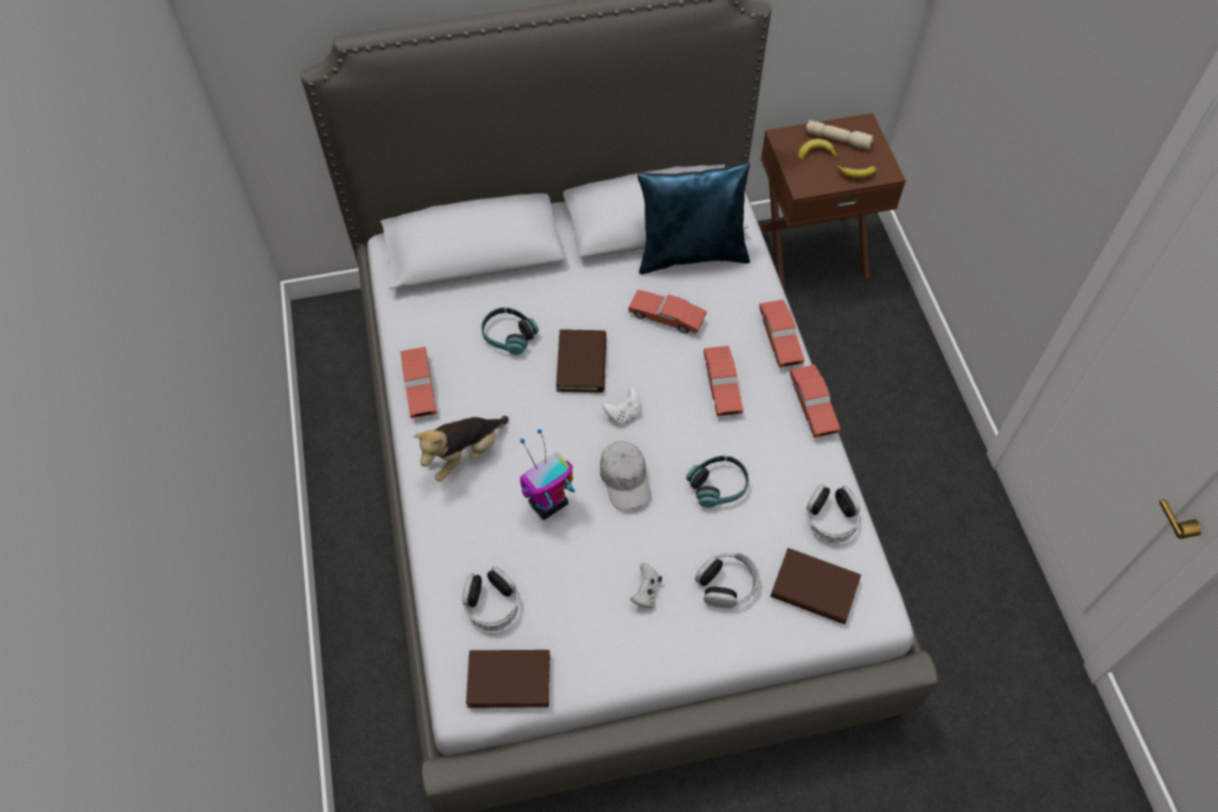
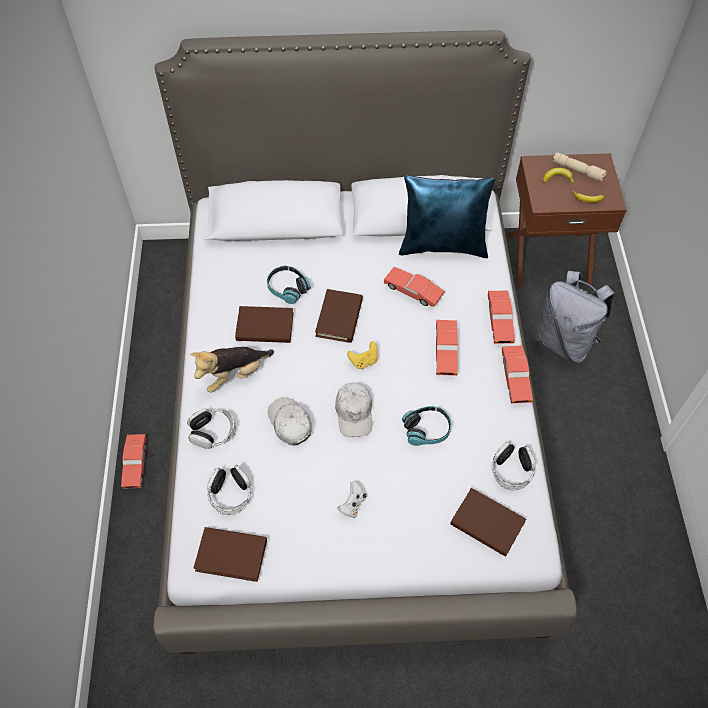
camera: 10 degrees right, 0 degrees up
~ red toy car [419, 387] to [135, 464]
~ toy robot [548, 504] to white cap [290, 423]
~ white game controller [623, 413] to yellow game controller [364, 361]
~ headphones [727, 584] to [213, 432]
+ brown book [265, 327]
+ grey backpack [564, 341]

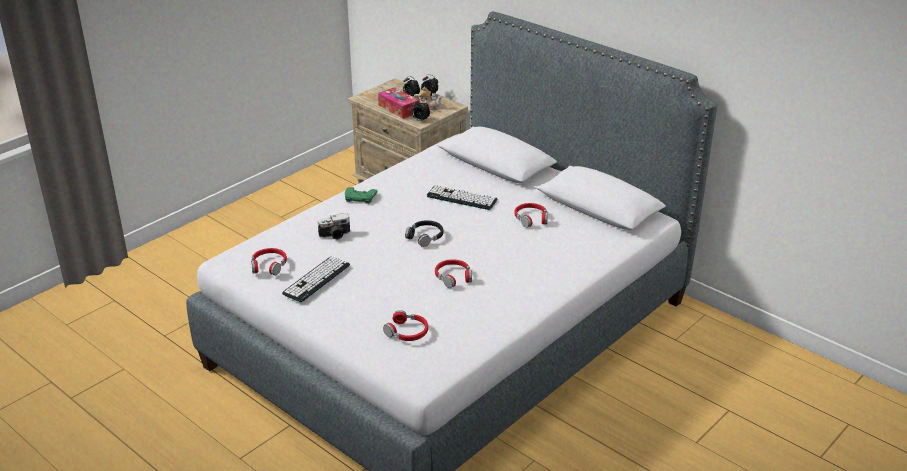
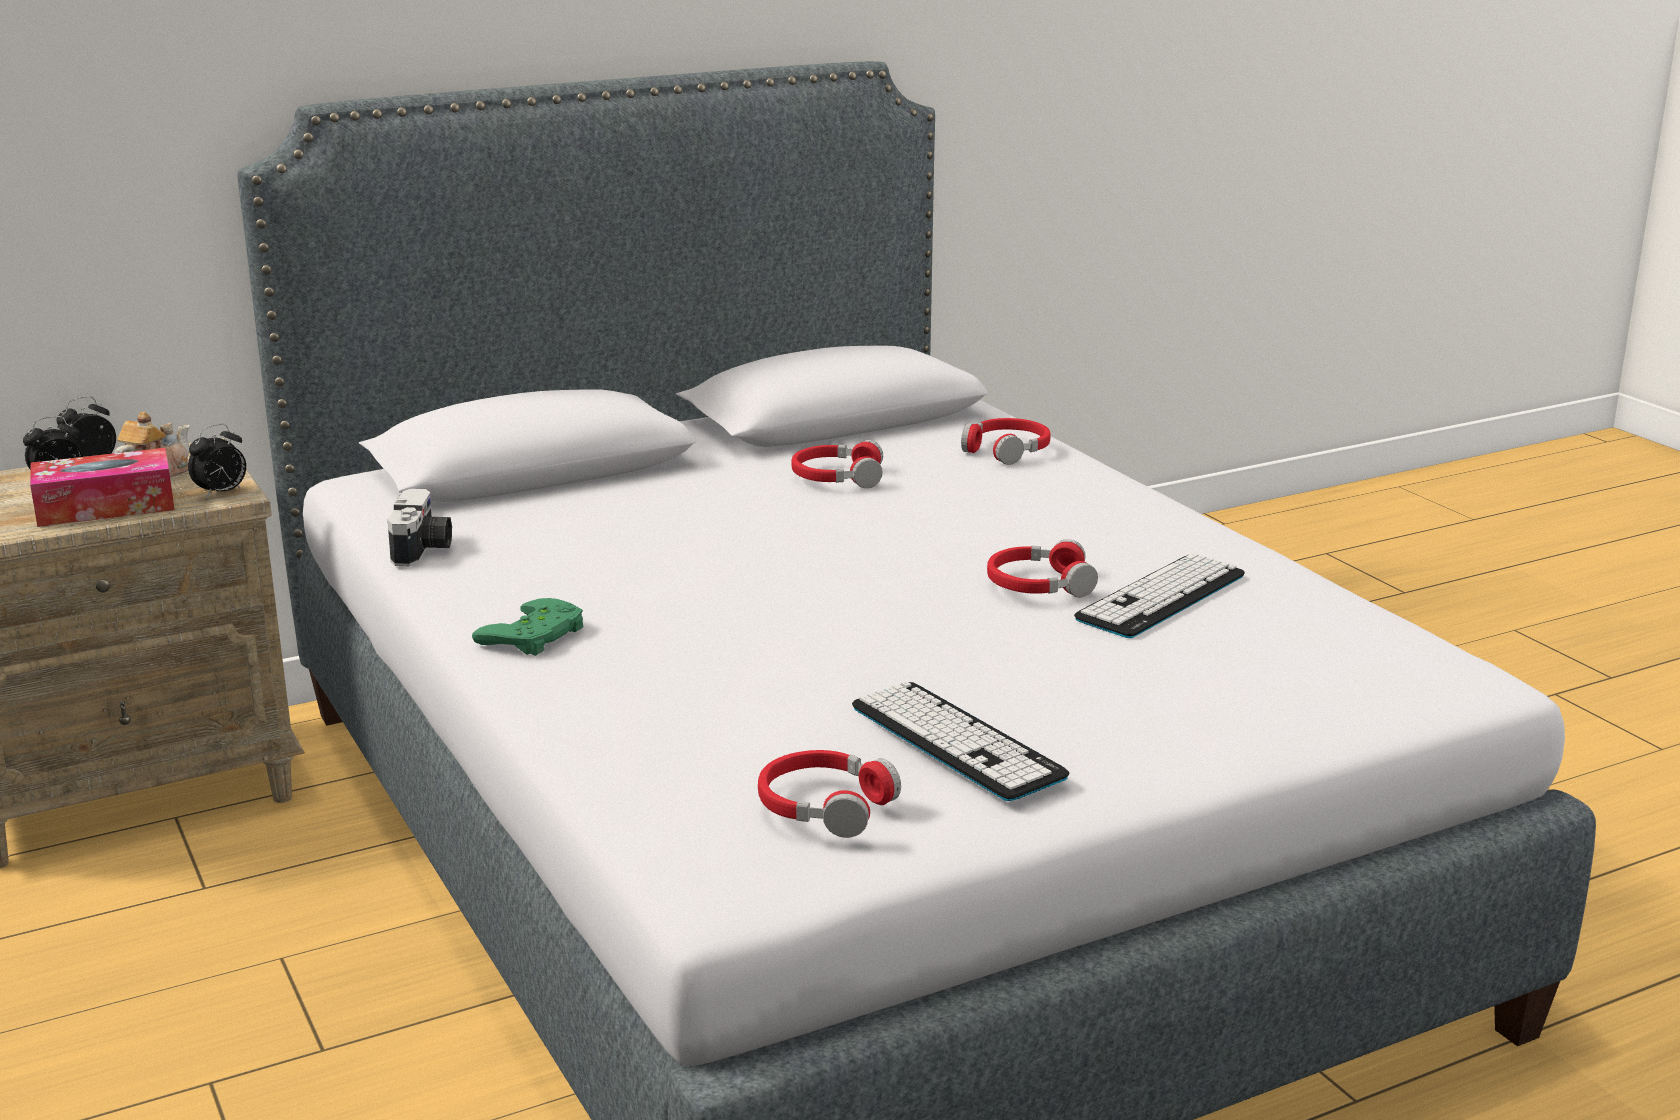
camera: 70 degrees left, 10 degrees down
~ photo camera [335, 235] to [424, 550]
~ red headphones [407, 332] to [1007, 450]
- black headphones [425, 237]
~ keyboard [461, 198] to [1161, 597]

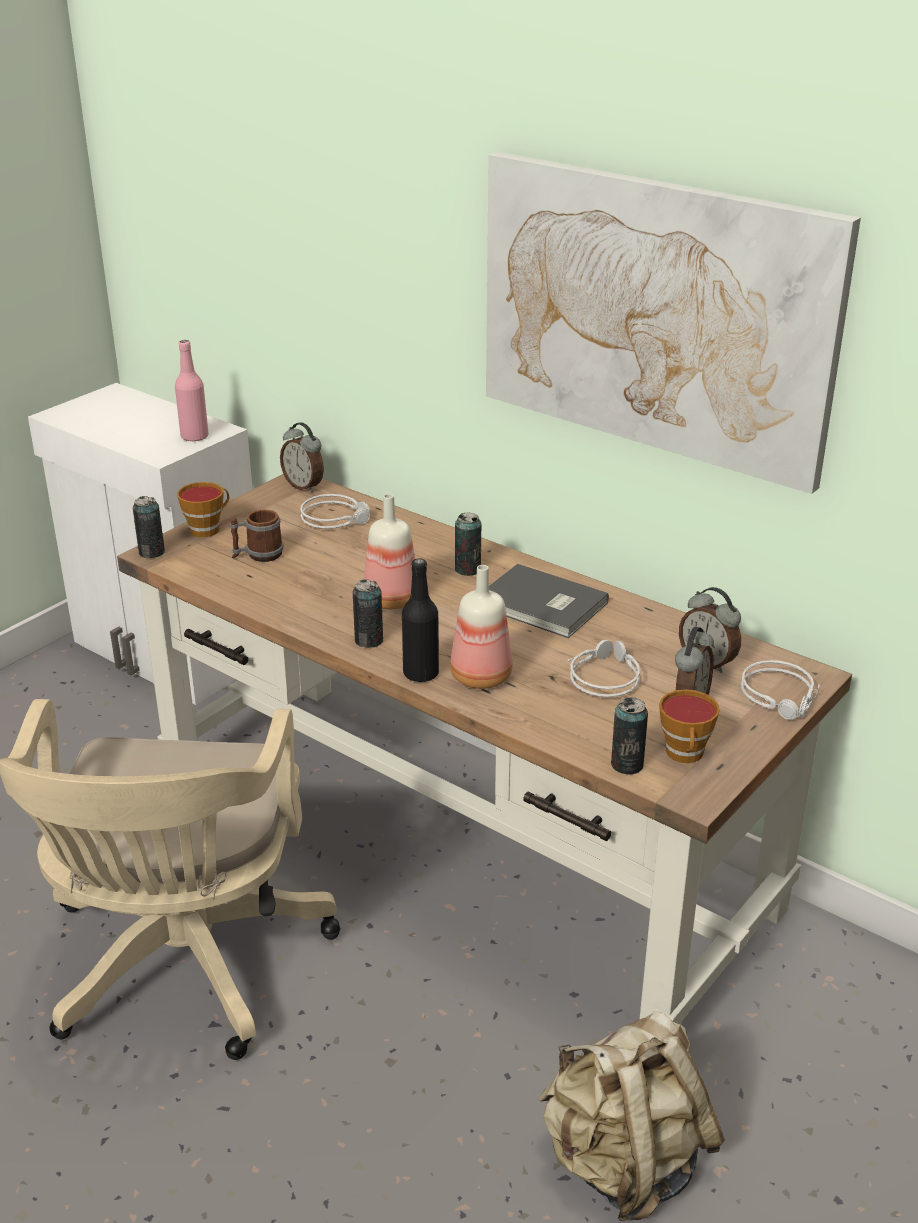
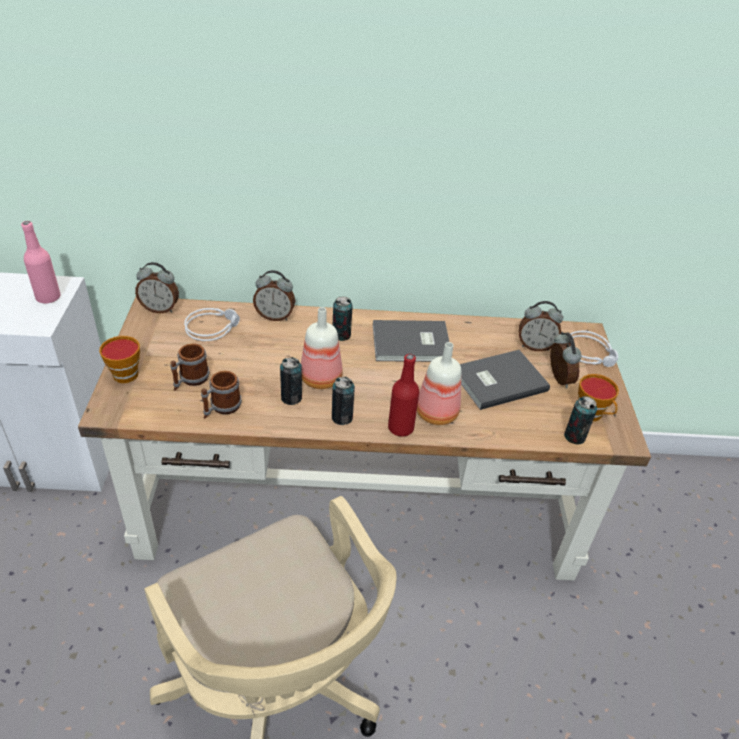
camera: 40 degrees left, 10 degrees up
~ can [152, 552] to [291, 398]
~ black bottle [421, 673] to red bottle [400, 428]
- picture [654, 315]
- beige backpack [624, 1162]
~ grey headphones [603, 676] to grey book [497, 380]
+ mug [221, 408]
+ alarm clock [275, 316]

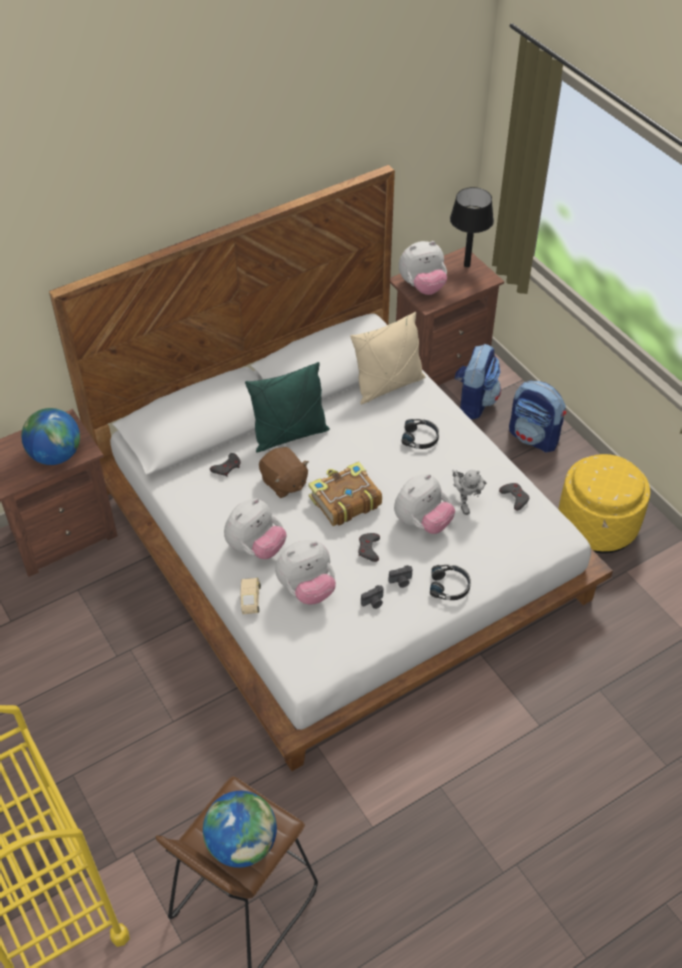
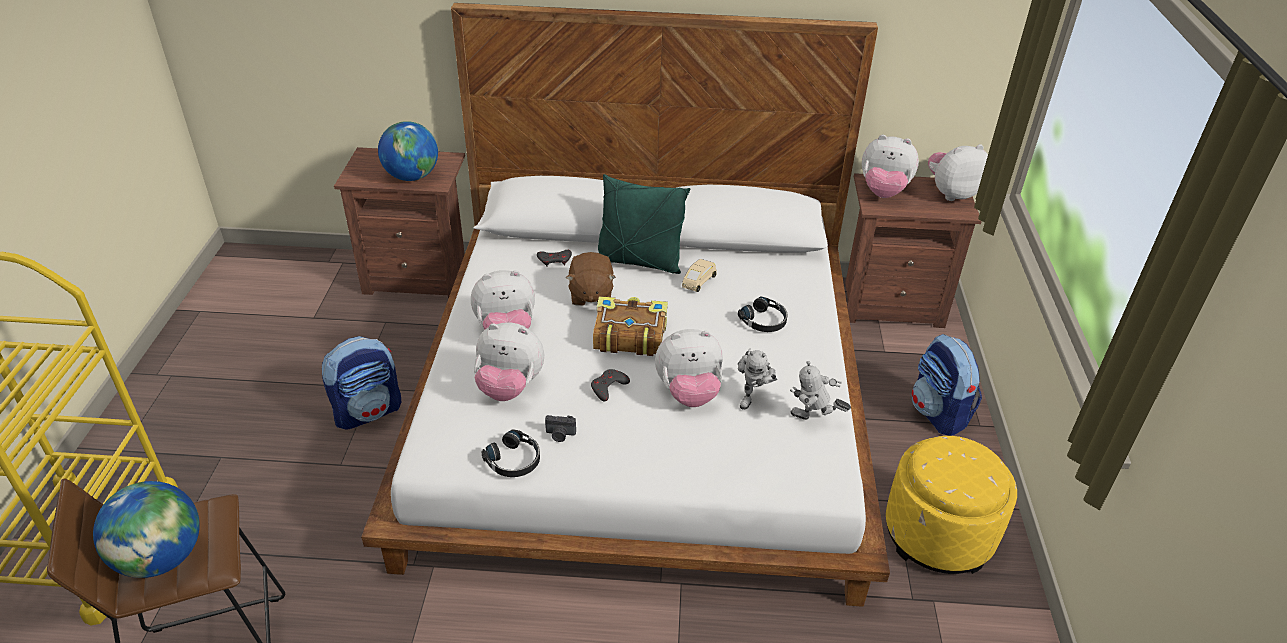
camera: 35 degrees right, 10 degrees down
~ beige toy car [250, 600] to [698, 282]
- beige pillow [388, 385]
- photo camera [401, 581]
~ black headphones [450, 586] to [514, 461]
~ black table lamp [467, 265] to plush toy [951, 193]
~ backpack [474, 402] to [368, 411]
~ grey game controller [514, 497] to toy robot [813, 421]

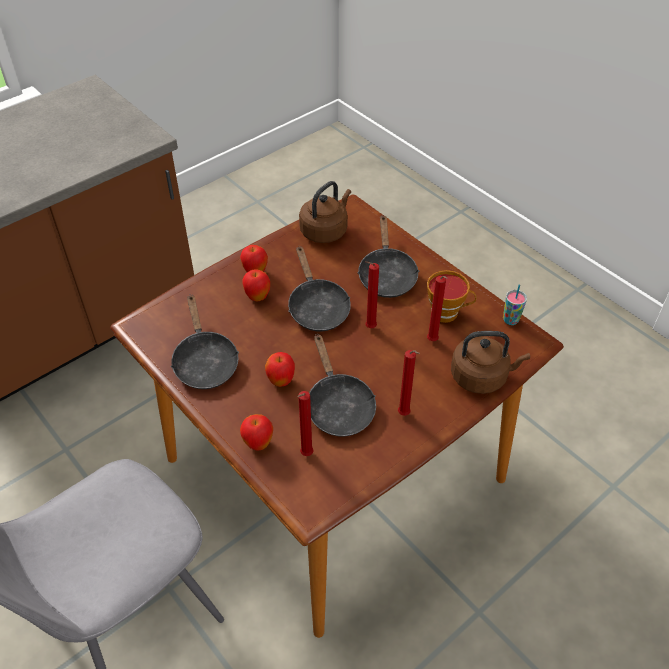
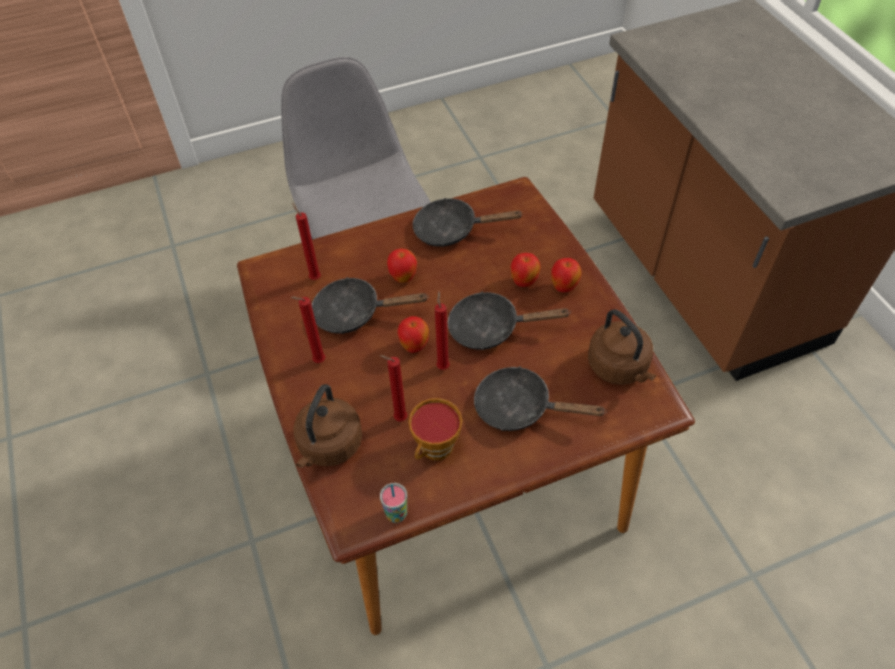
camera: 110 degrees right, 5 degrees up
~ apple [258, 444] to [414, 346]

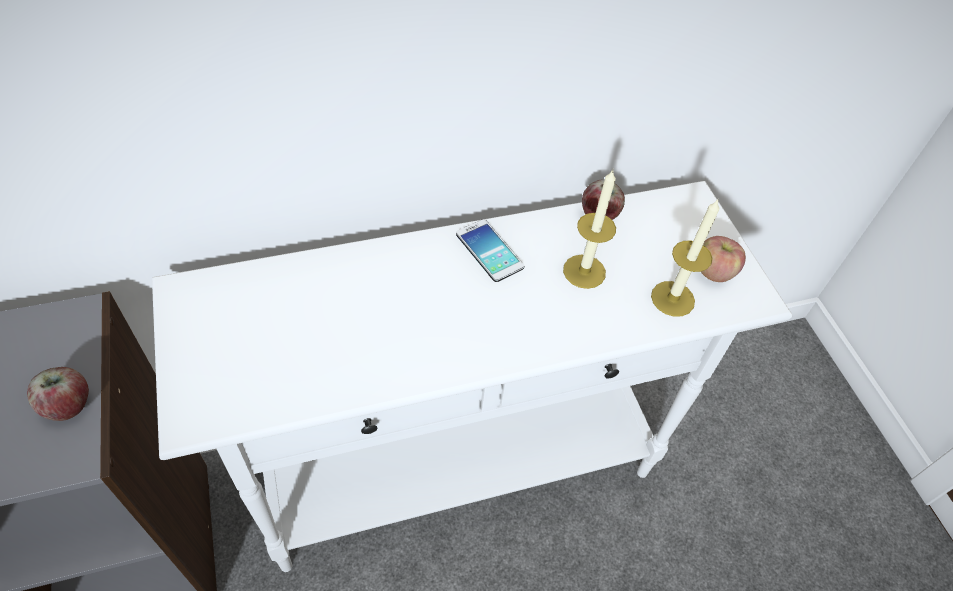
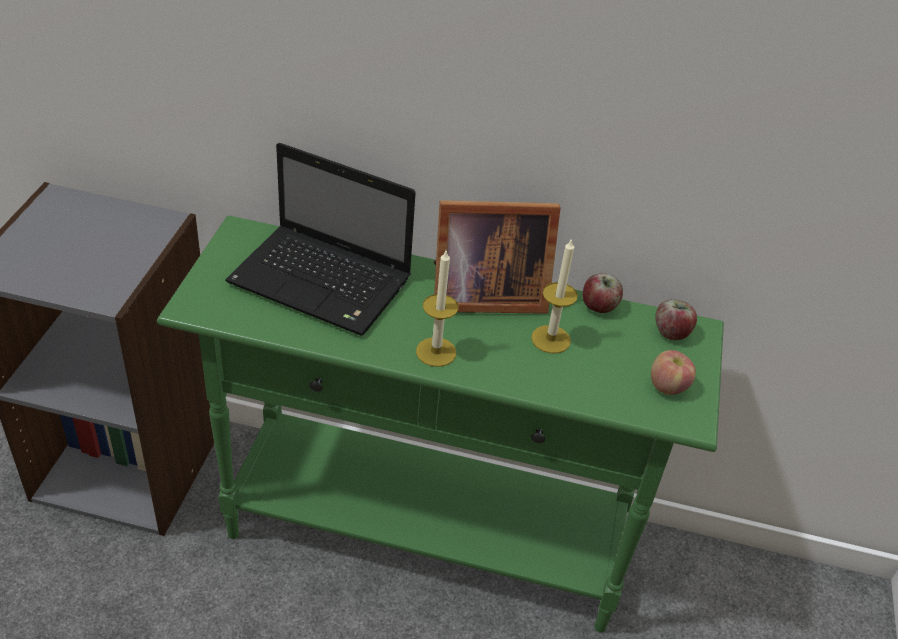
camera: 30 degrees right, 10 degrees down
~ apple [68, 405] to [671, 332]
~ white console table [460, 466] to green console table [428, 535]
~ phone [489, 251] to picture frame [483, 294]
~ candle [672, 298] to [436, 352]
+ laptop [324, 282]

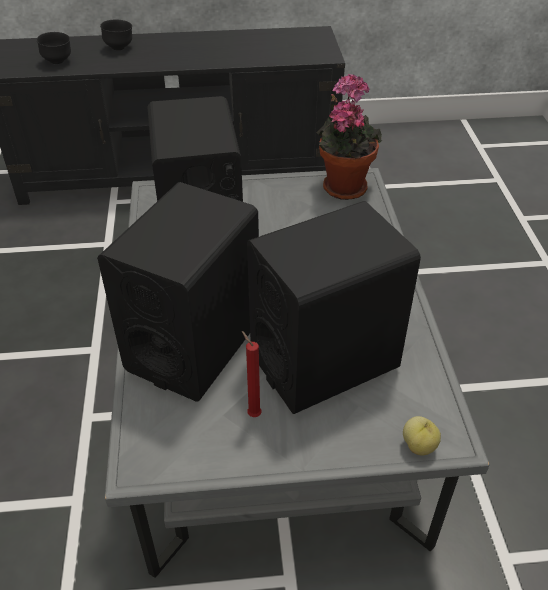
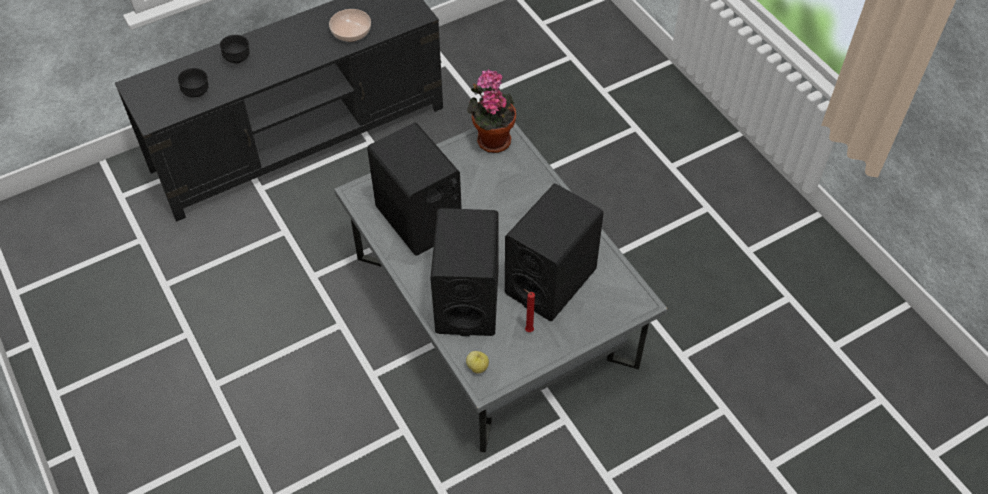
camera: 25 degrees left, 10 degrees up
~ apple [419, 445] to [477, 367]
+ bowl [350, 33]

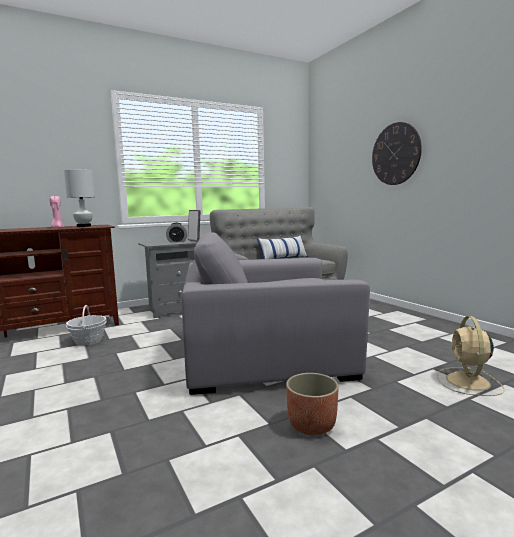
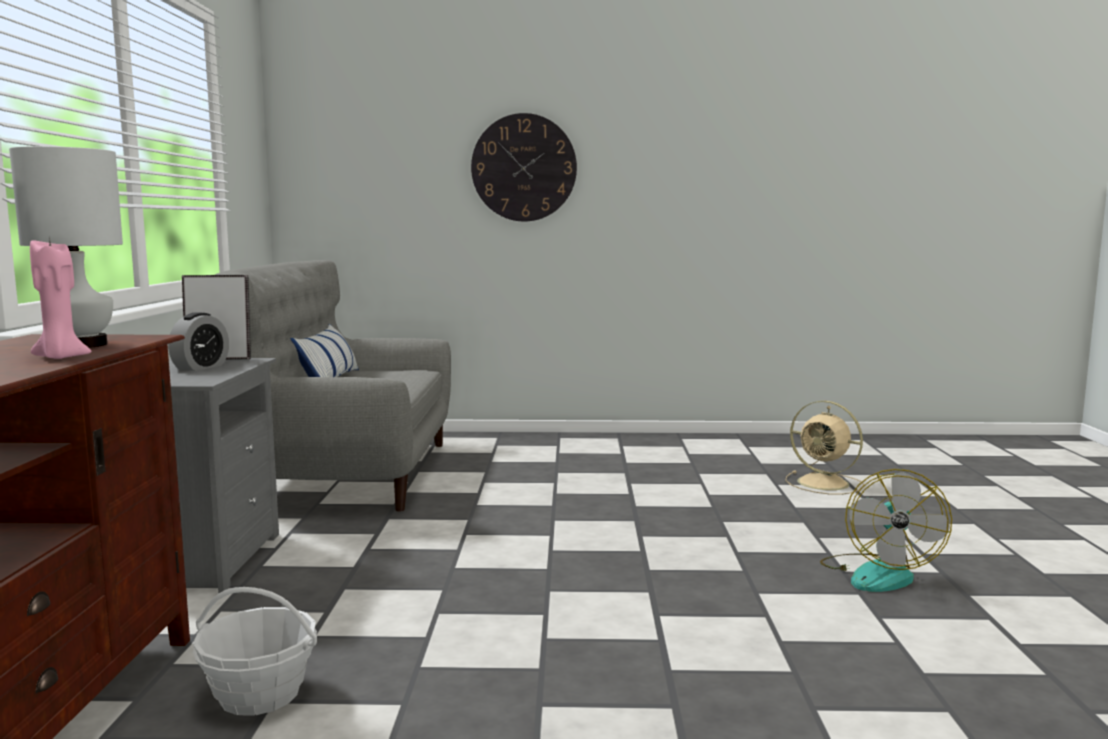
camera: 60 degrees left, 0 degrees up
- grey armchair [266, 354]
~ planter [312, 425] to fan [878, 573]

